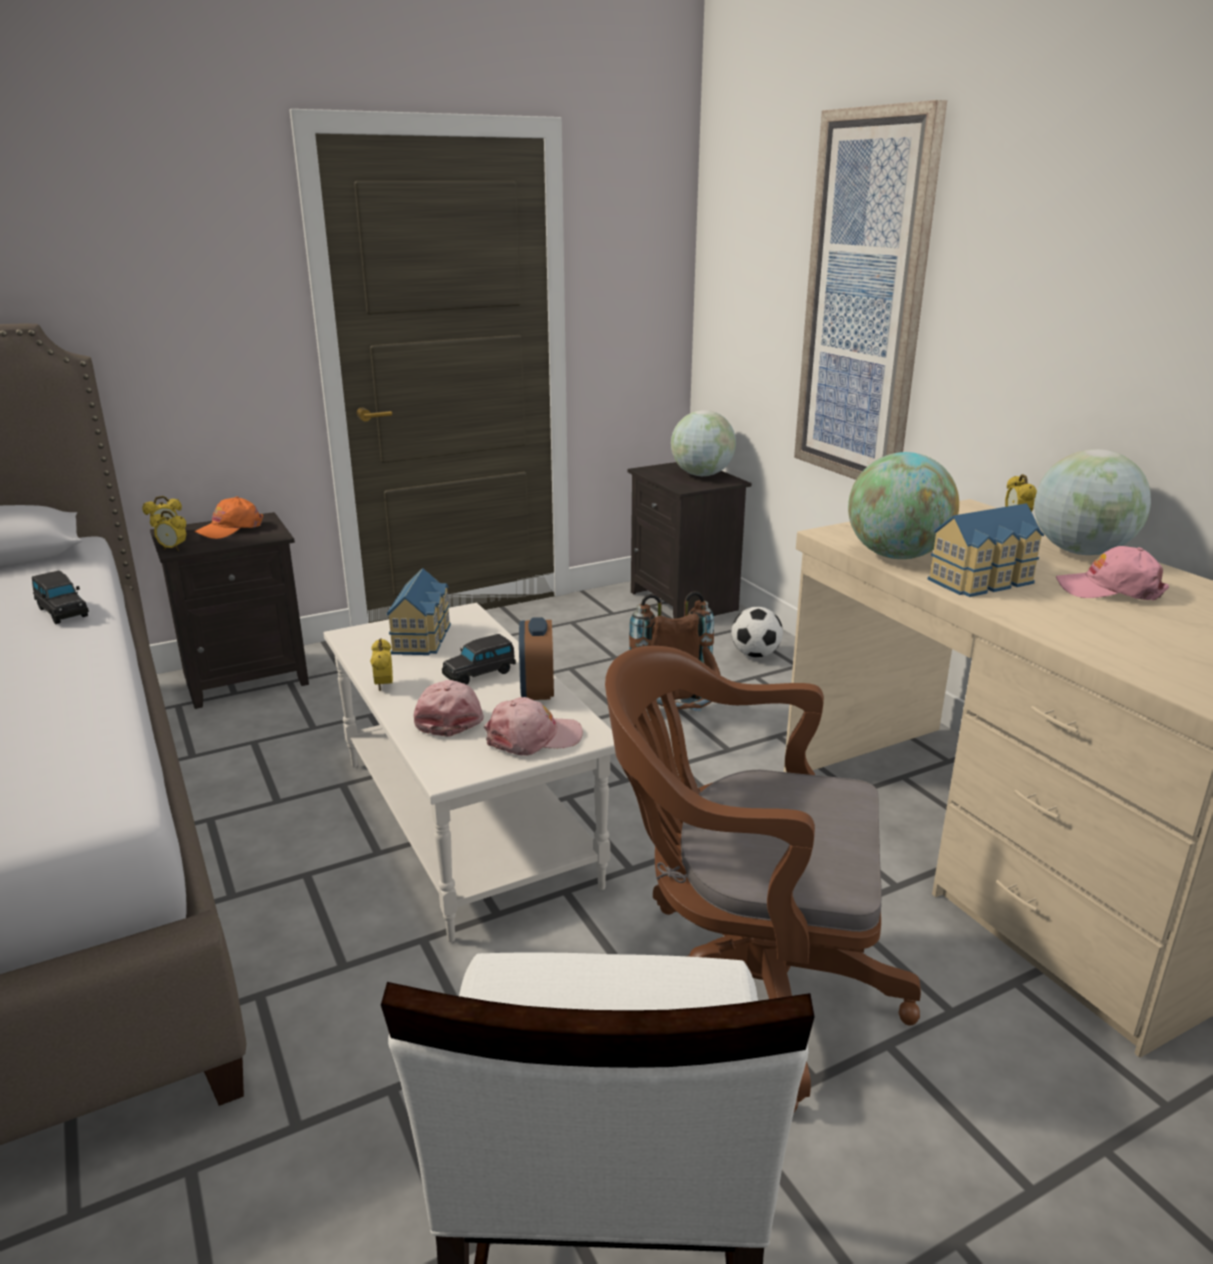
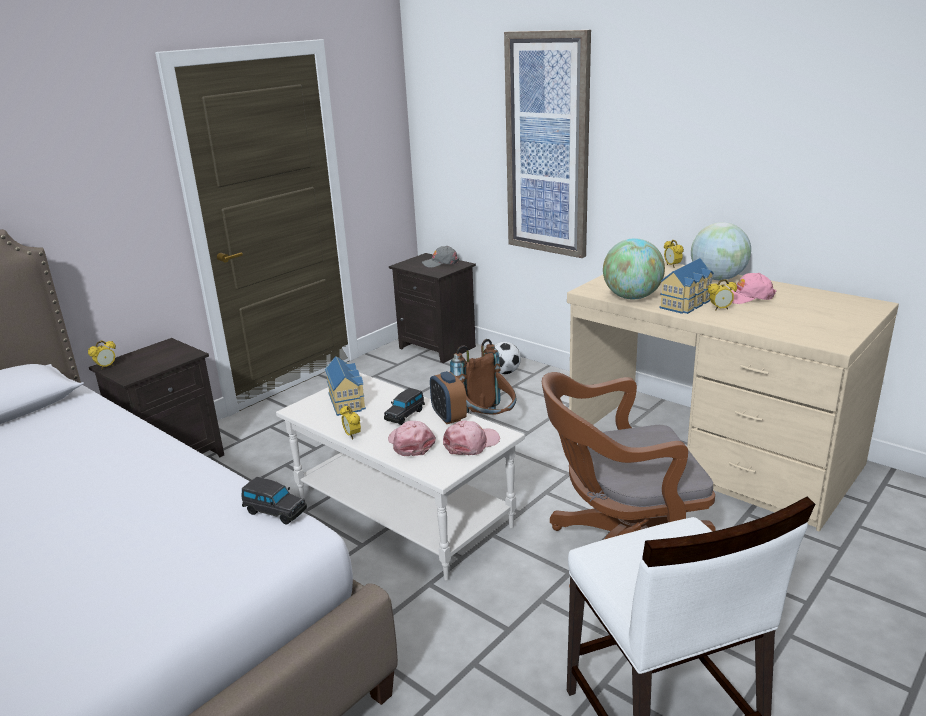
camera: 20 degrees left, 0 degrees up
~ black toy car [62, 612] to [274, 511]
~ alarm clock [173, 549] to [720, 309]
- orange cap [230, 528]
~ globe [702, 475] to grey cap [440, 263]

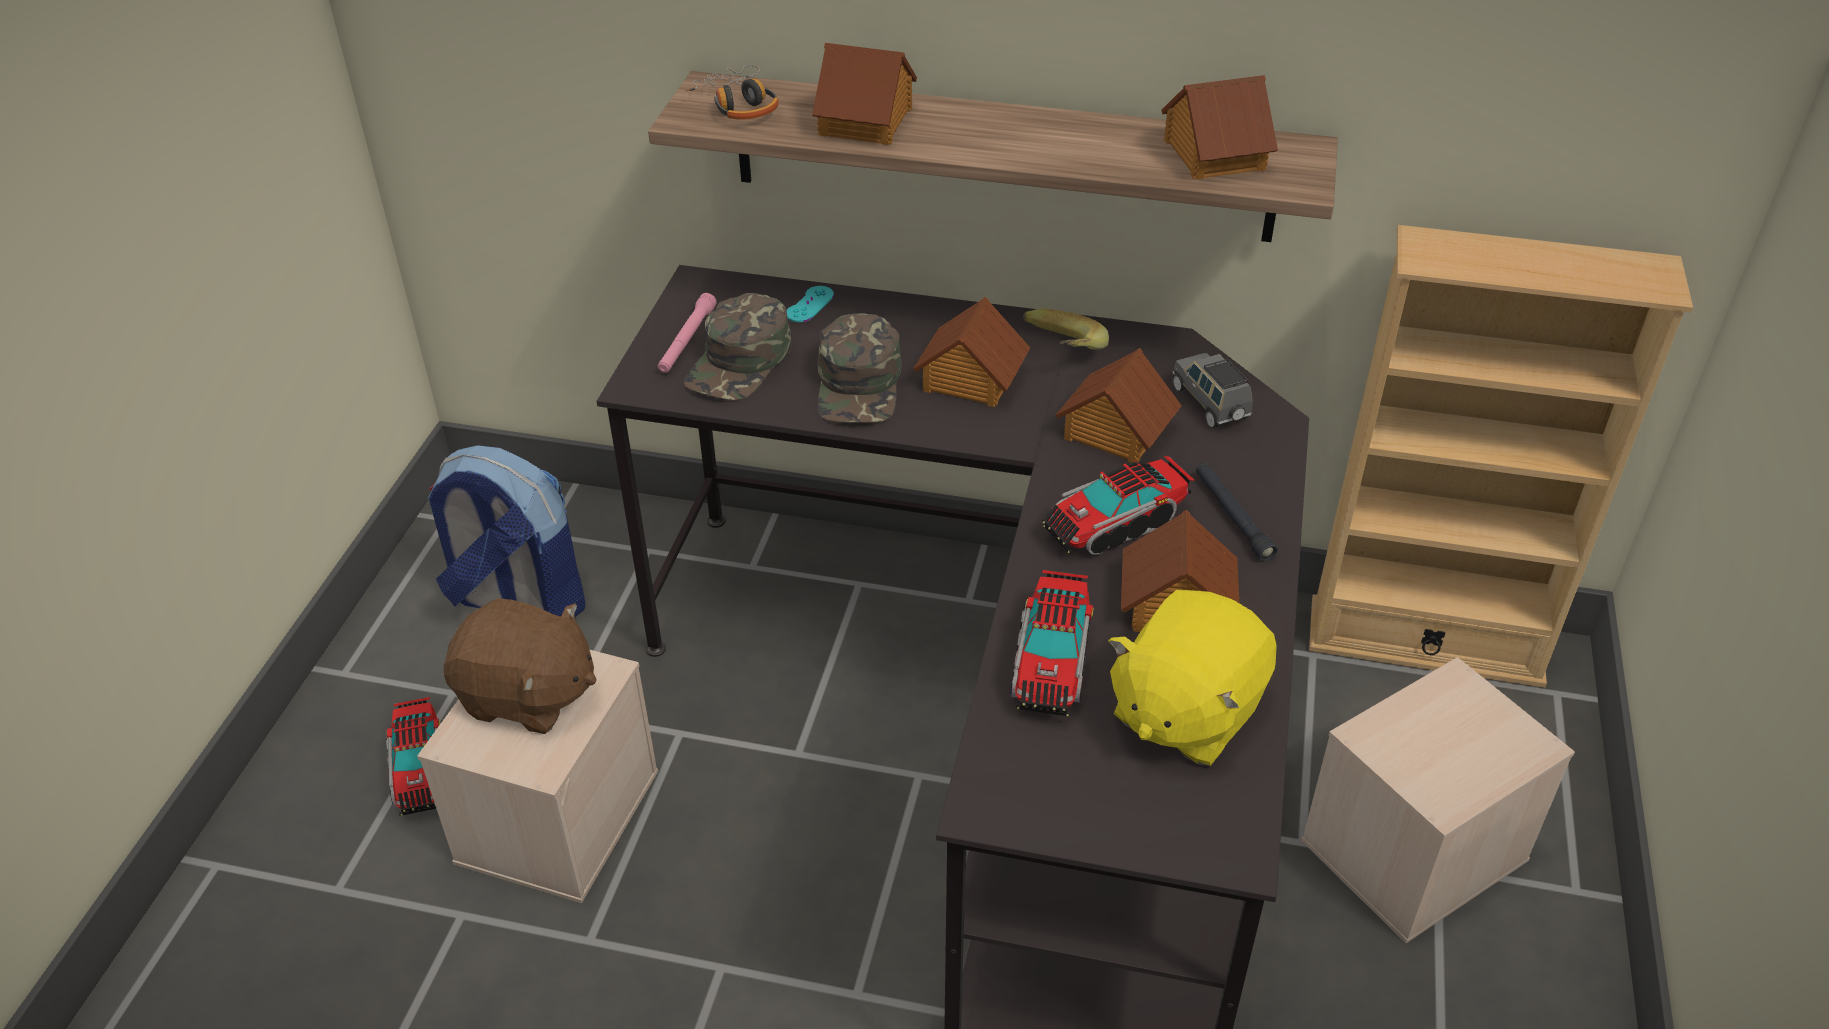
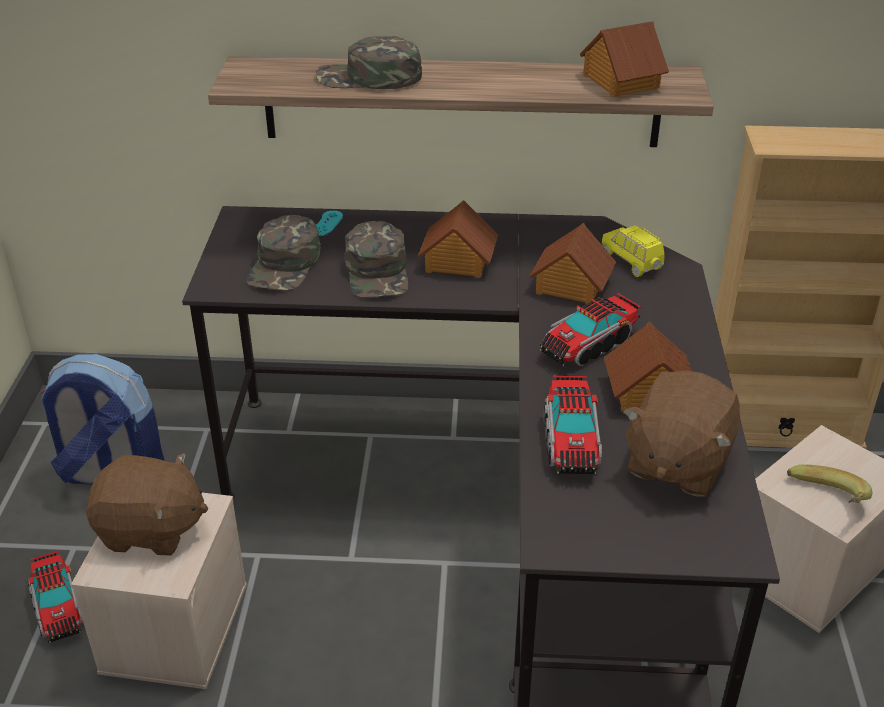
camera: 10 degrees left, 5 degrees down
- pink flashlight [687, 340]
- headphones [738, 105]
~ toy house [867, 121] to green cap [369, 78]
~ banana [1058, 353] to [825, 502]
~ yellow plush toy [1184, 712] to brown plush toy [676, 463]
~ grey toy car [1210, 404] to yellow toy car [631, 262]
- black flashlight [1232, 517]

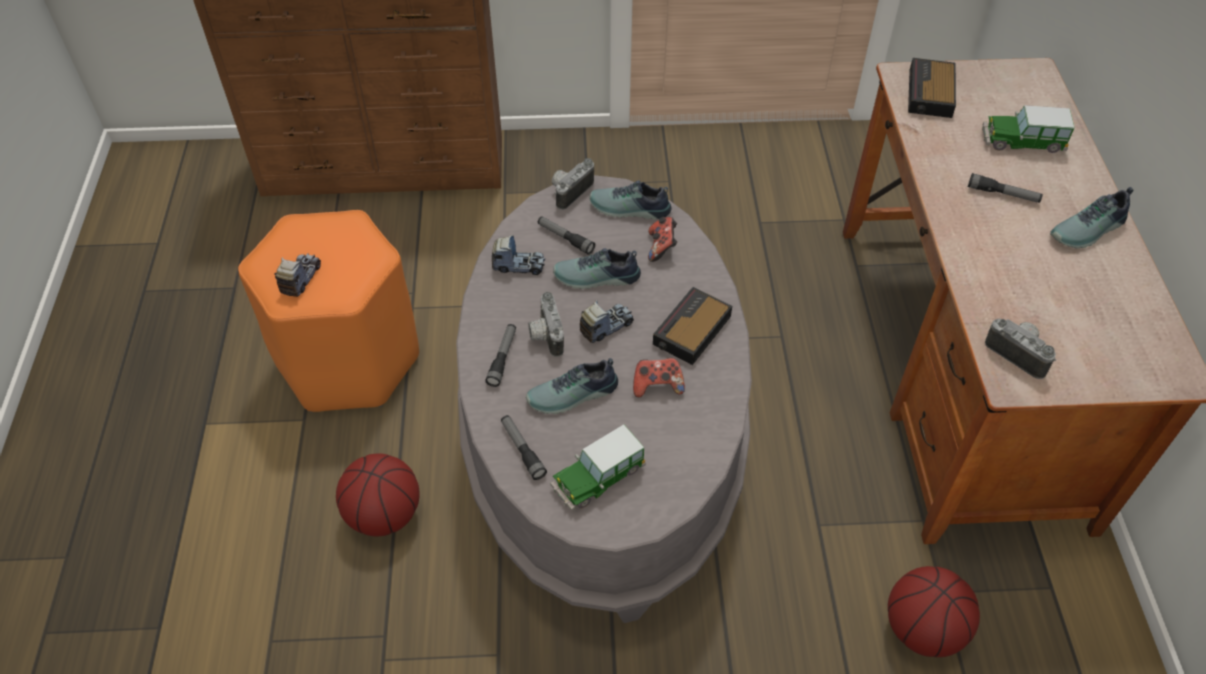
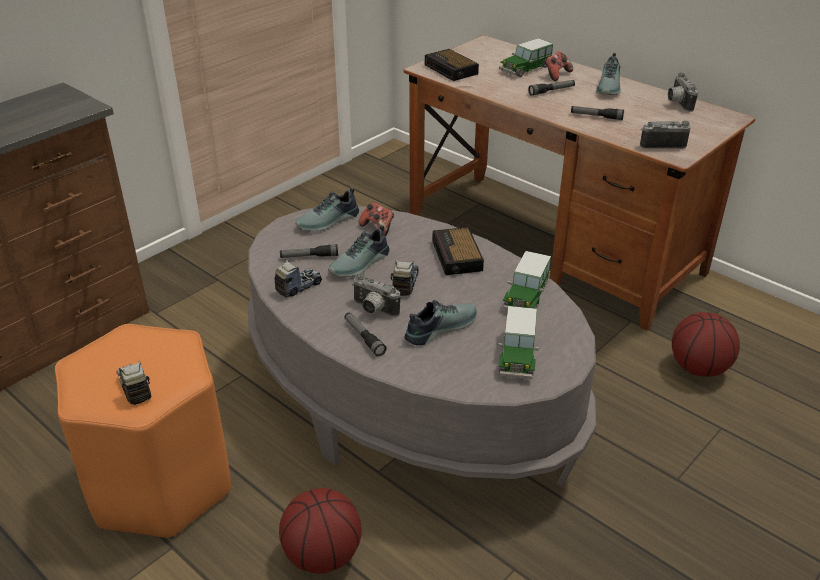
camera: 45 degrees left, 15 degrees down
~ flashlight [522, 450] to [596, 117]
~ shoe [573, 396] = [439, 327] 150 degrees counterclockwise
~ photo camera [569, 191] to [677, 103]
~ game controller [657, 385] to [556, 75]
+ toy car [526, 296]

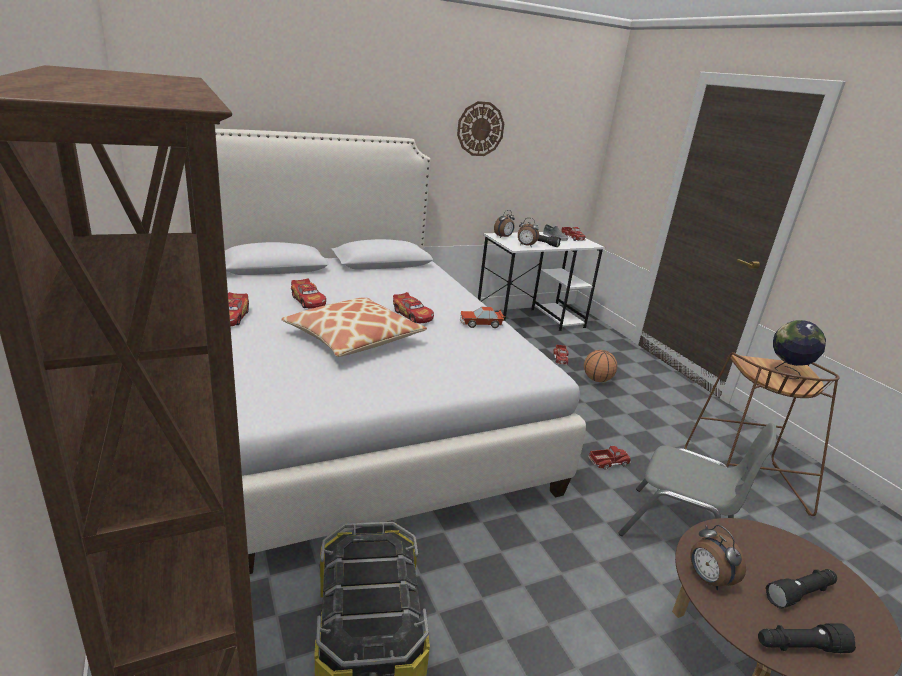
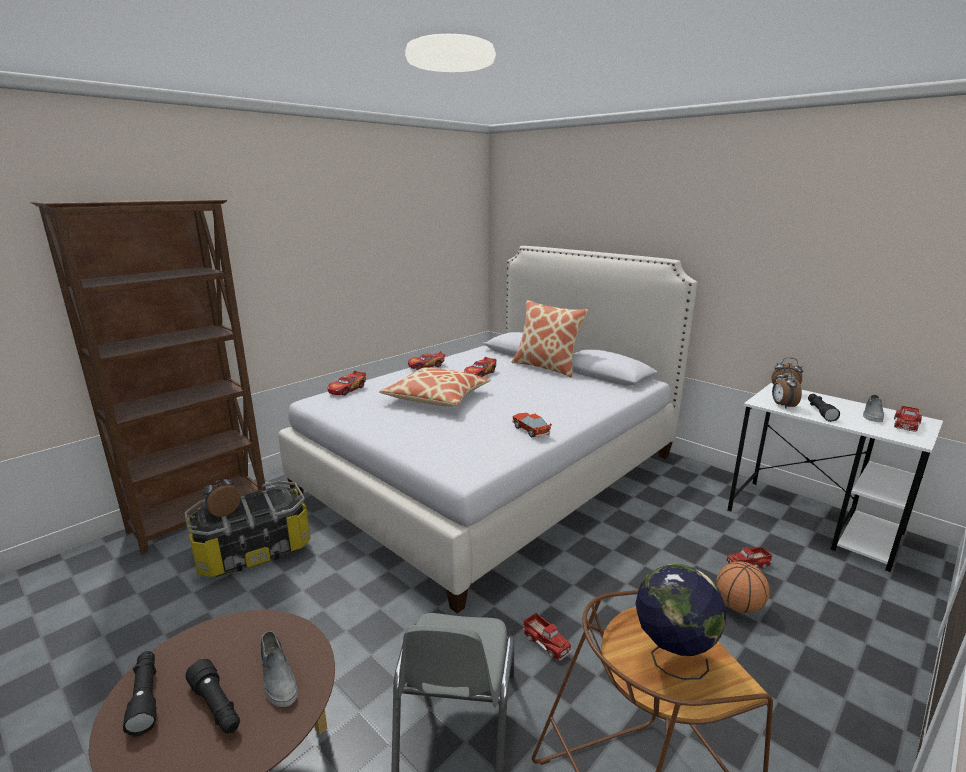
camera: 70 degrees right, 5 degrees down
~ toy car [413, 315] to [347, 389]
- wall clock [480, 129]
~ alarm clock [707, 579] to [223, 512]
+ grey shoe [277, 677]
+ pillow [547, 367]

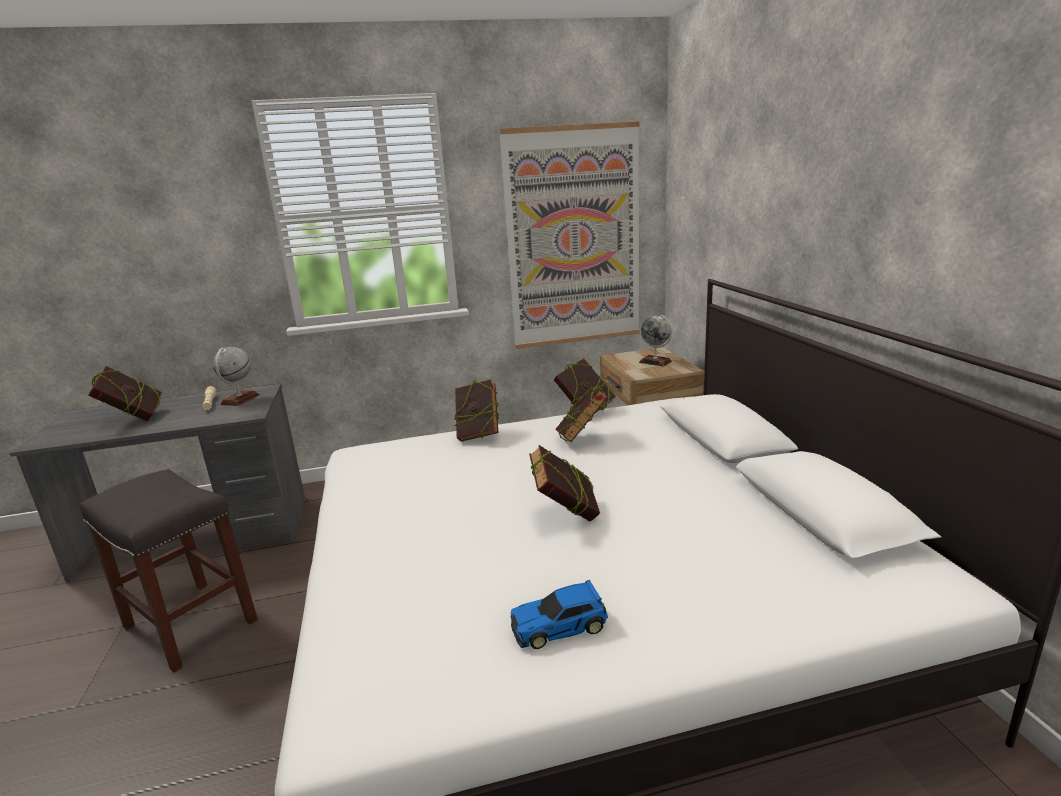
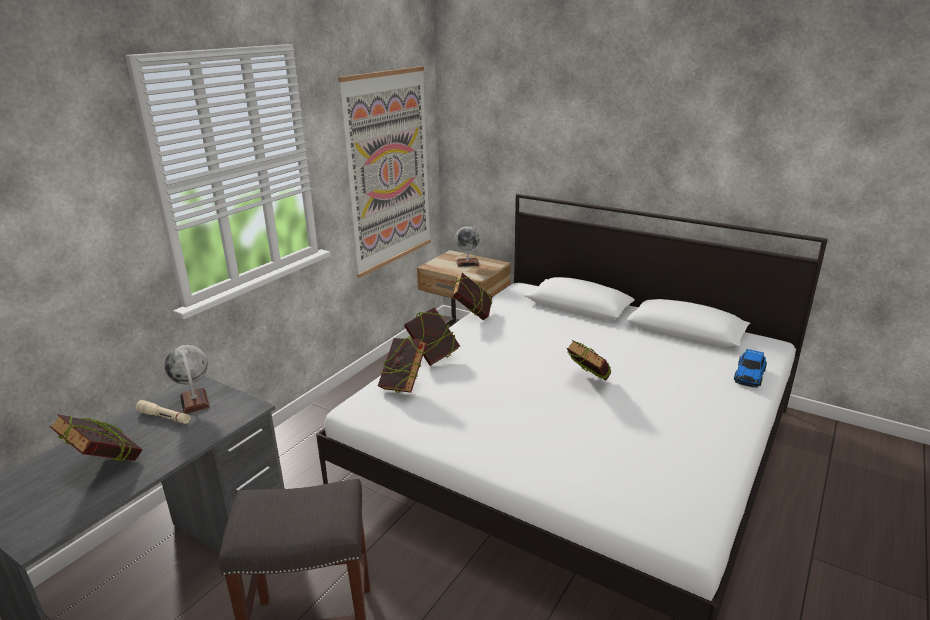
camera: 45 degrees left, 5 degrees up
~ toy car [560, 626] to [749, 375]
~ book [582, 439] to [403, 386]

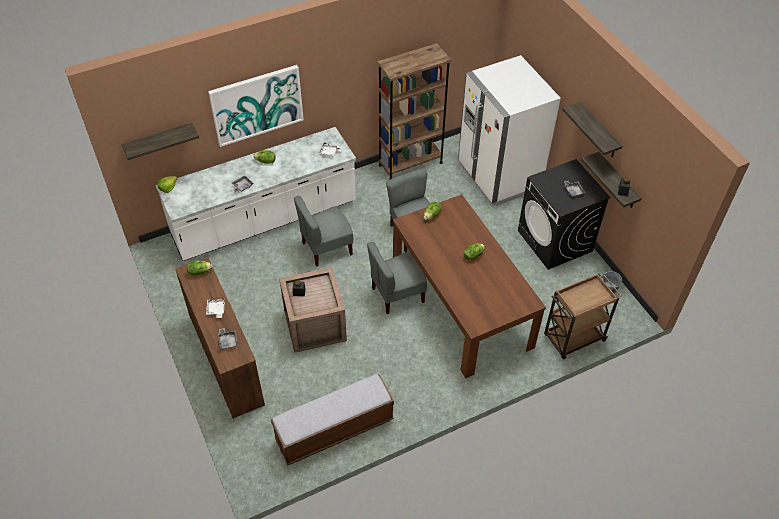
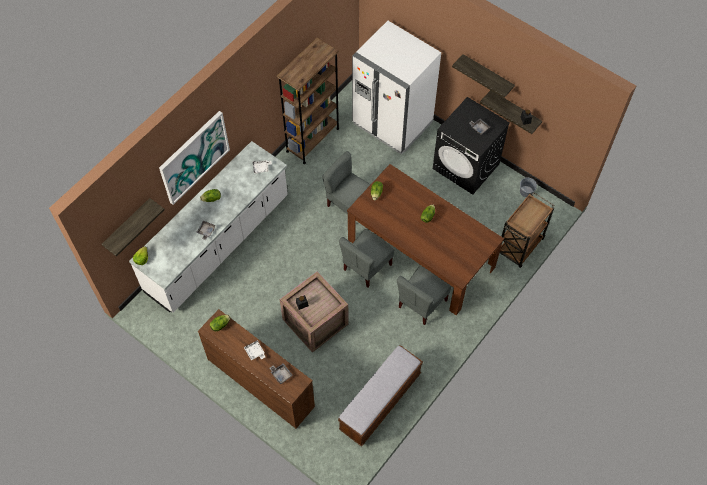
camera: 25 degrees left, 10 degrees up
~ grey chair [326, 248] to [421, 303]

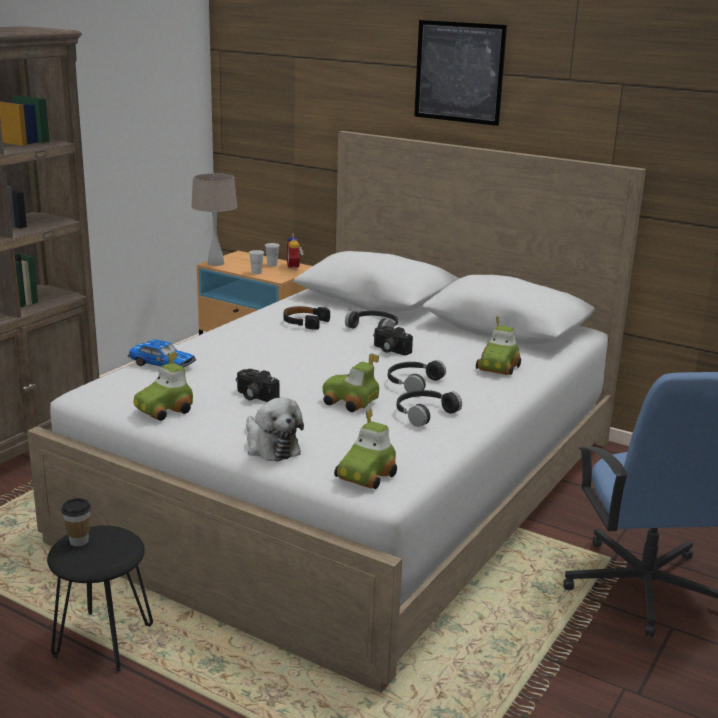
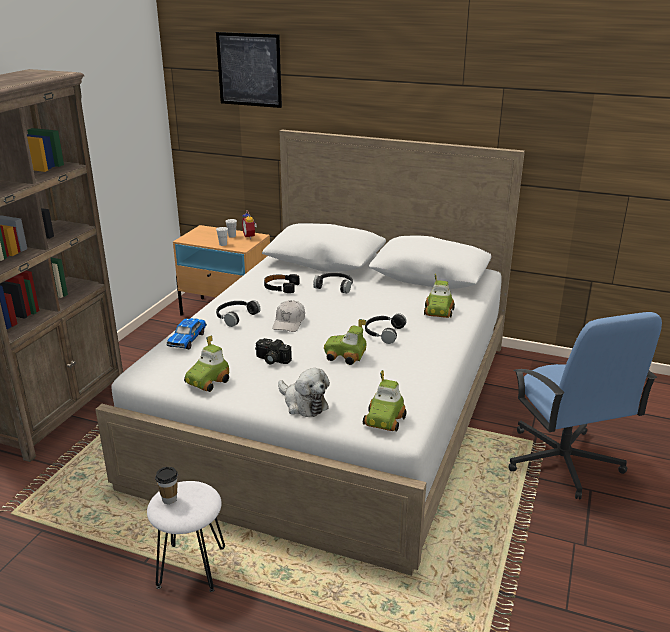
camera: 10 degrees left, 5 degrees up
~ black stool [102, 641] to white stool [191, 568]
~ toy car [161, 364] = [187, 339] 90 degrees clockwise
- beige table lamp [215, 263]
- photo camera [389, 350]
~ black headphones [423, 413] to [235, 316]
~ picture [459, 72] to [249, 70]
+ white cap [289, 322]

